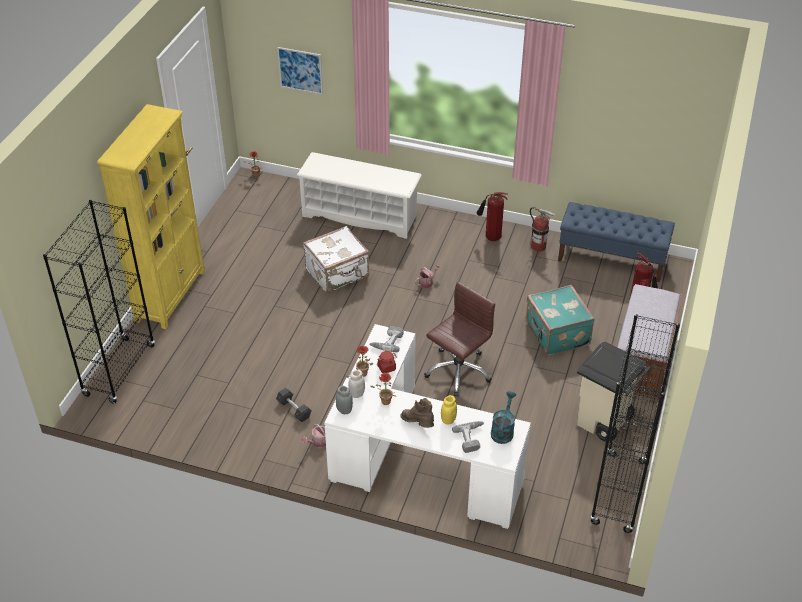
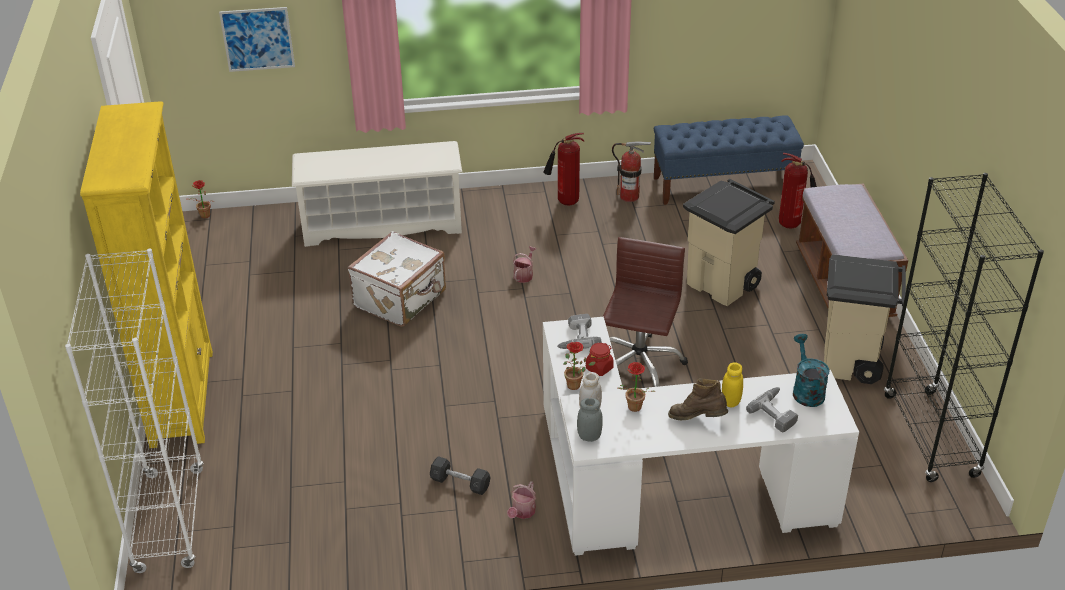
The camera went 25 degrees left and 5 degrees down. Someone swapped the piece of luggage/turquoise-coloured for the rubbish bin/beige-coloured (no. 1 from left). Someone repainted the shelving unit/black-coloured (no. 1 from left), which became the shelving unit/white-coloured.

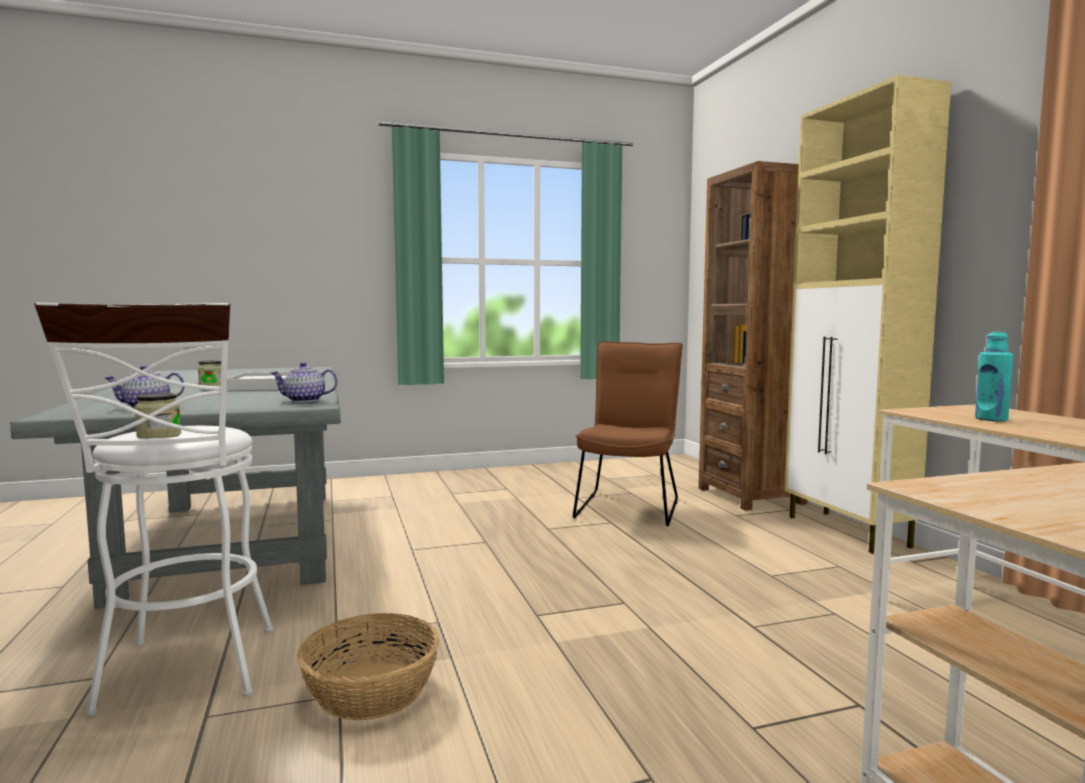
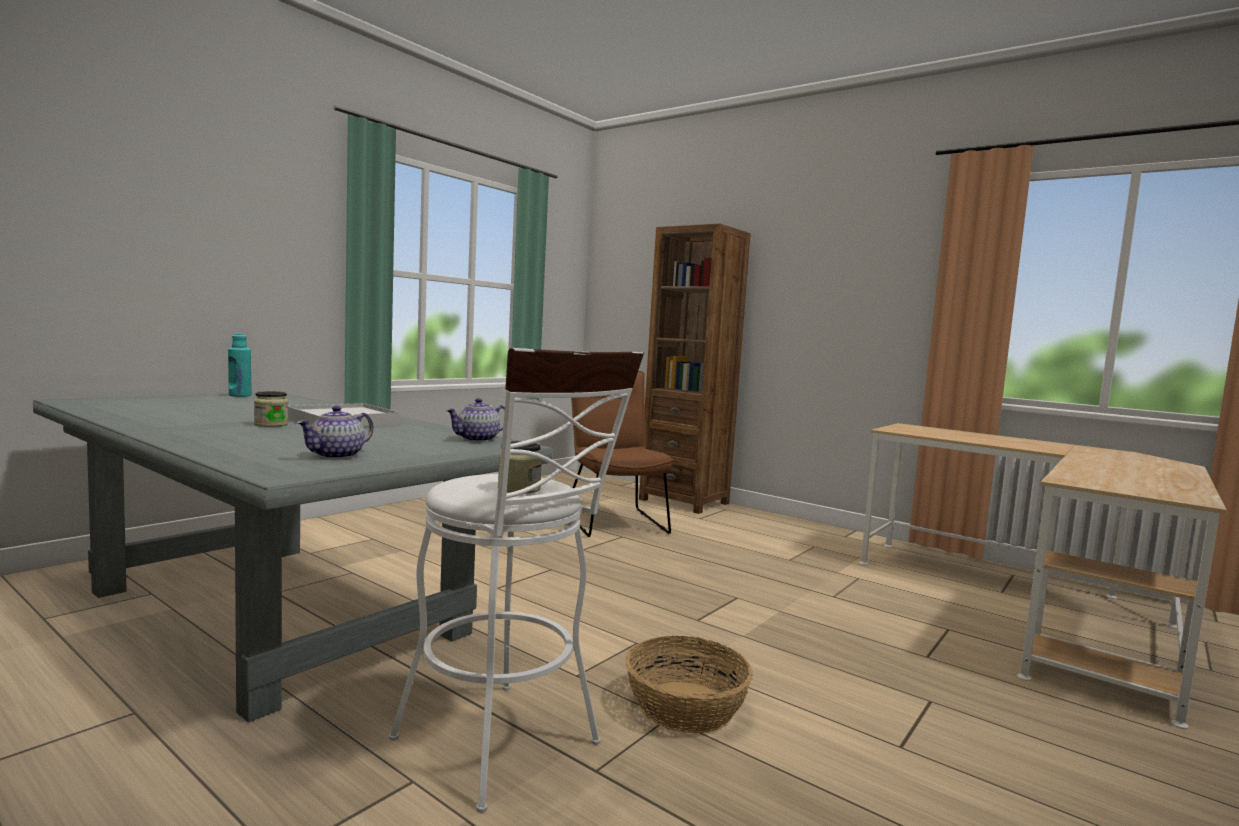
The camera went 35 degrees left and 0 degrees up. Someone took away the cupboard/beige-coloured. Someone carried the drink bottle/turquoise-coloured.

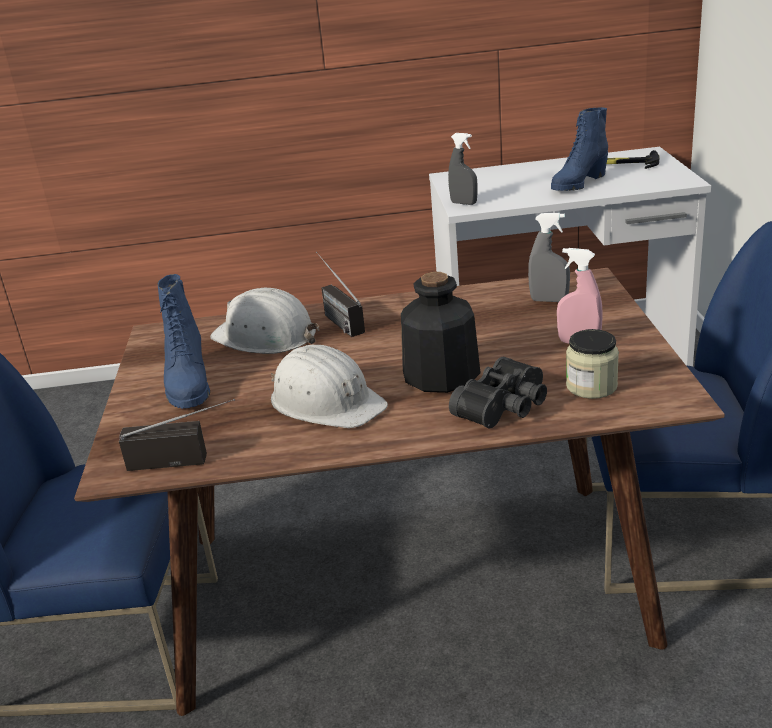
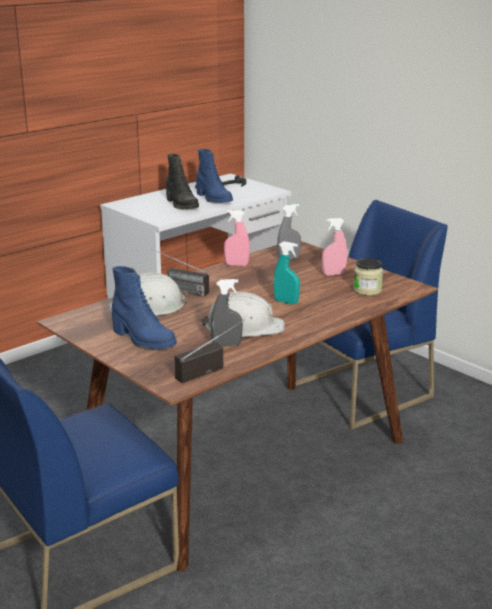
The camera went 40 degrees left and 5 degrees down. Someone took away the field glasses/black-coloured. Someone put down the boot/black-coloured. Someone put down the spray bottle/pinkish (no. 1 from left). Someone carried the spray bottle/grey (no. 1 from left). Someone swapped the drink bottle for the spray bottle/turquoise-coloured. Someone rotated the boot/bluish (no. 2 from left) by 45 degrees counterclockwise.

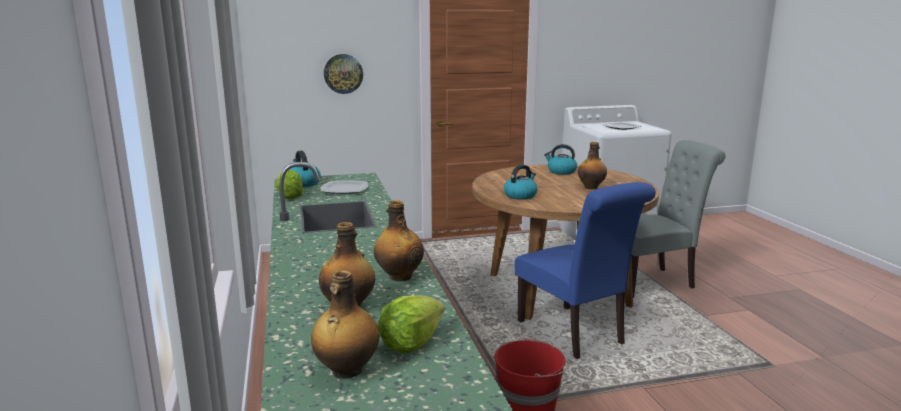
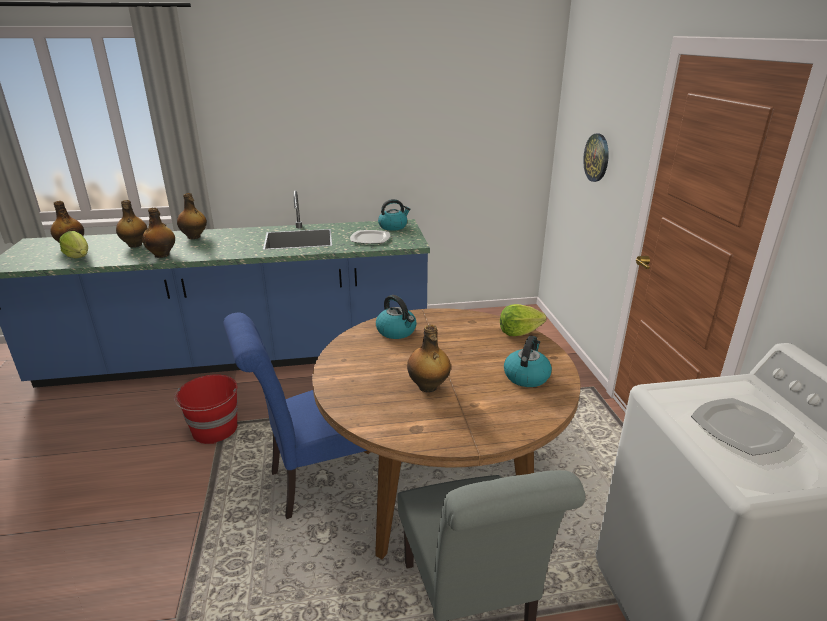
The camera went 95 degrees right and 10 degrees up. Someone put down the drink bottle (no. 4 from left). Someone carried the lettuce (no. 1 from left in the first image).

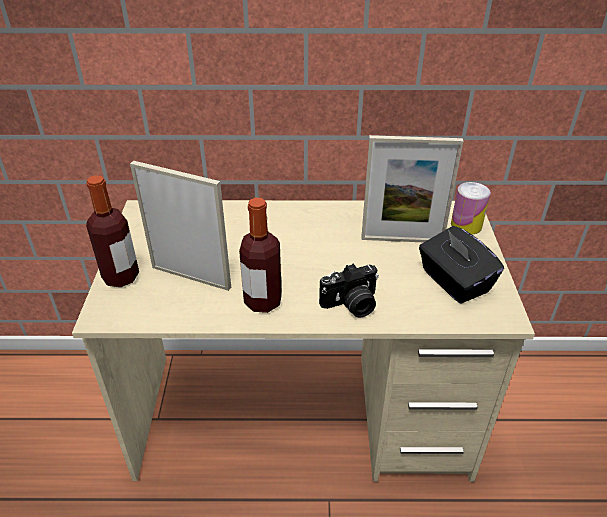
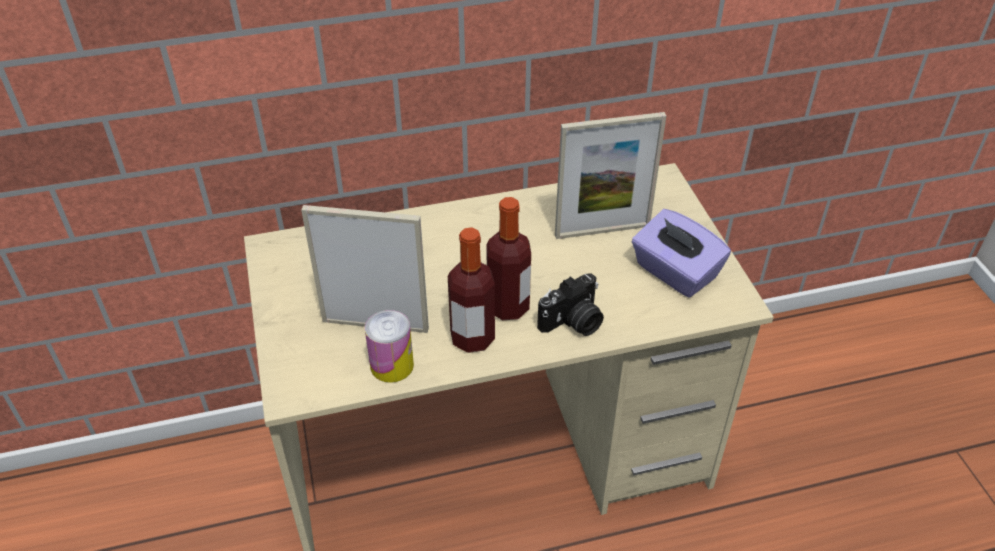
The camera went 15 degrees left and 5 degrees up. Someone carried the drink bottle (no. 1 from left in the first image). Someone carried the can. Someone repainted the tissue box/black-coloured, which became the tissue box/purple.

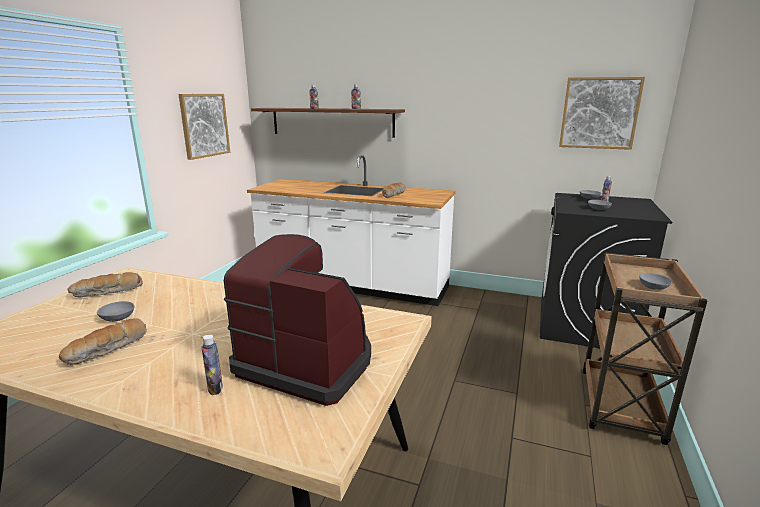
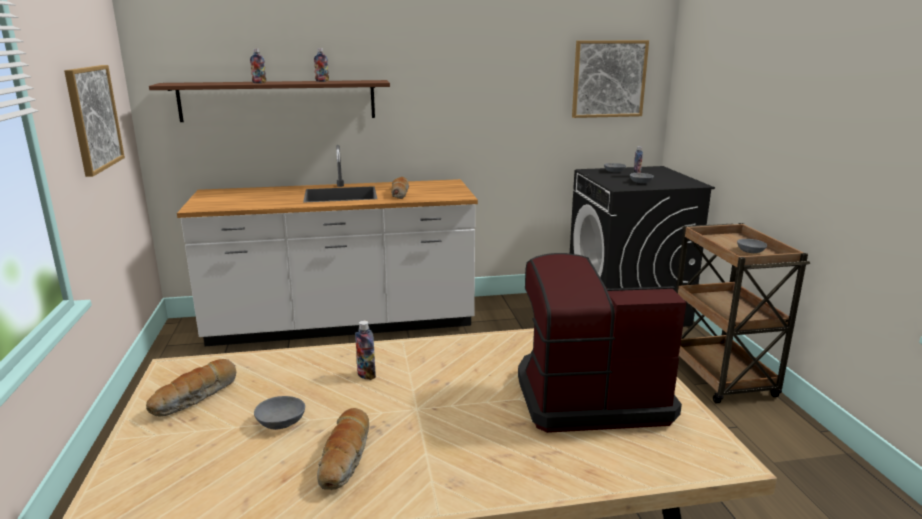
The camera went 30 degrees left and 0 degrees up. Someone carried the drink bottle (no. 1 from left in the first image).

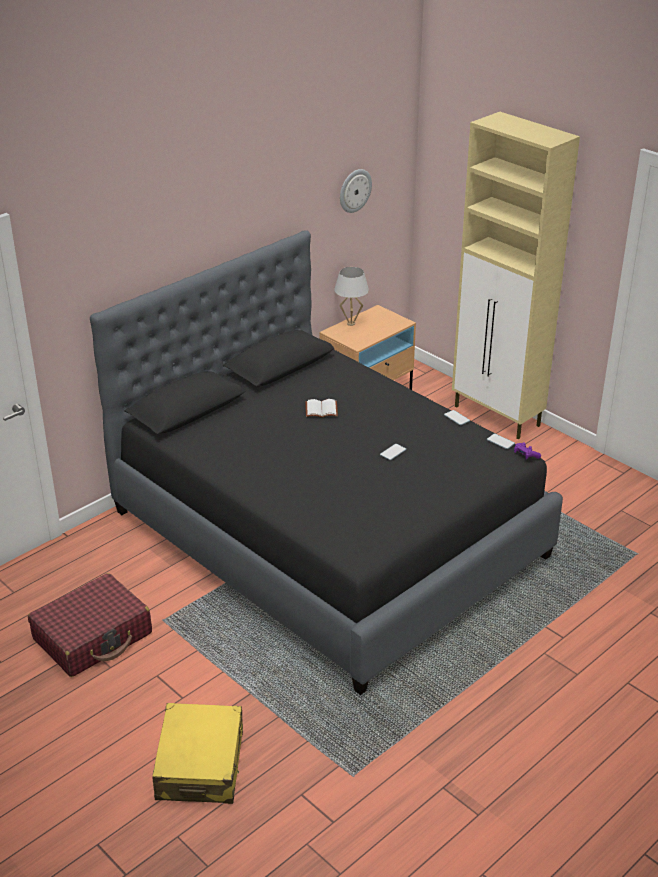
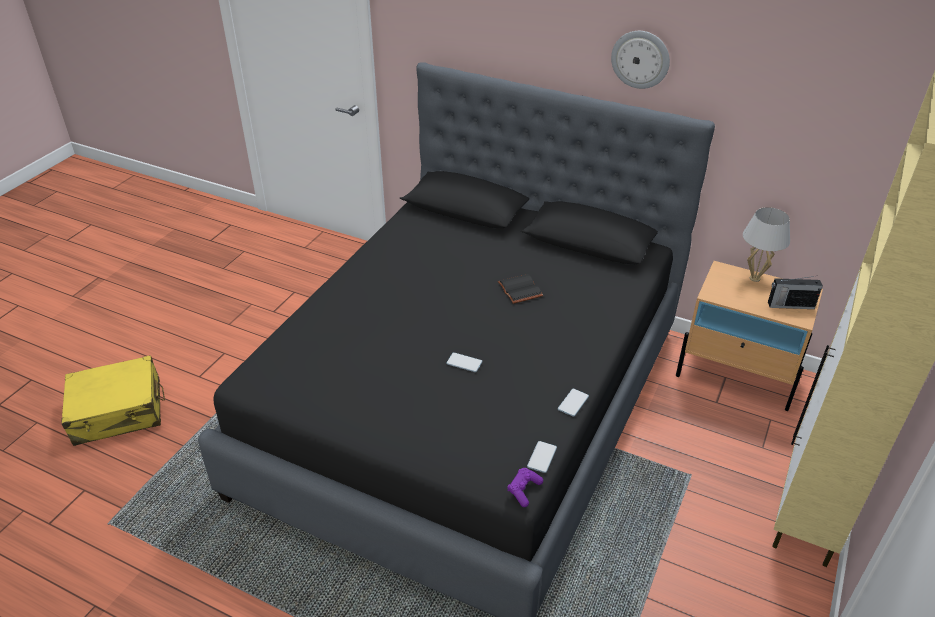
The camera went 70 degrees right and 5 degrees up. Someone took away the piece of luggage/reddish. Someone put down the radio set. Someone carried the wall clock. Someone repainted the volume/white-coloured, which became the volume/black-coloured.

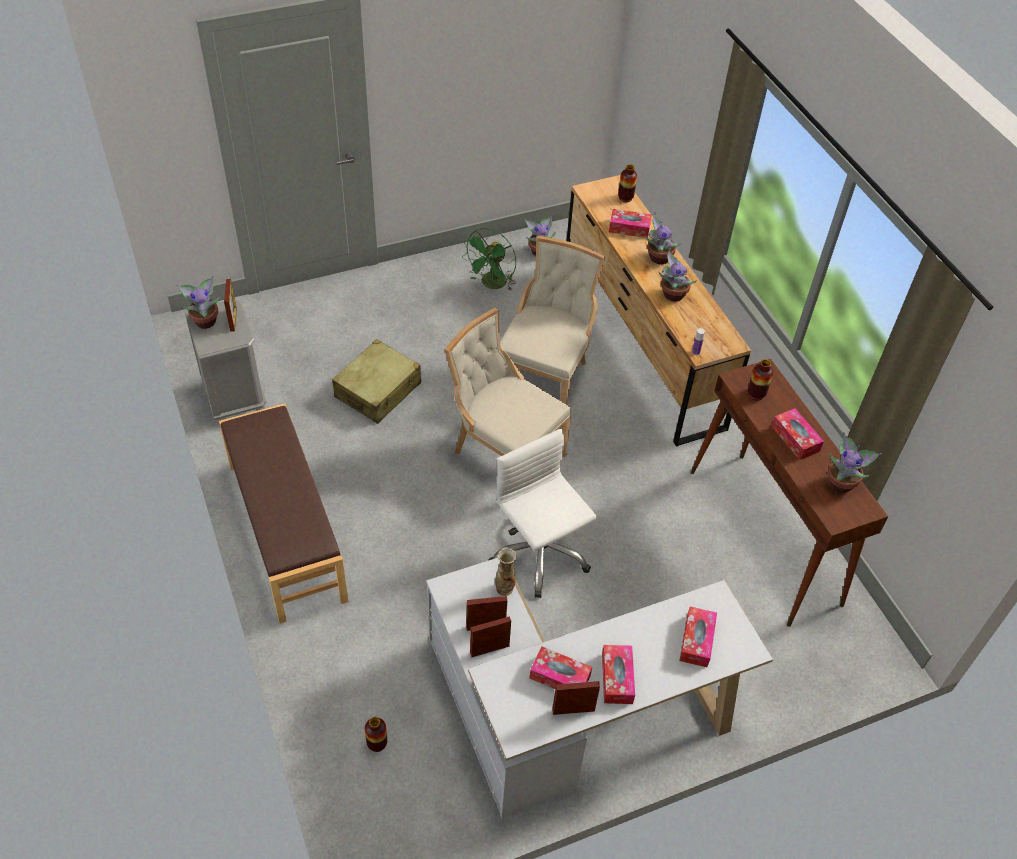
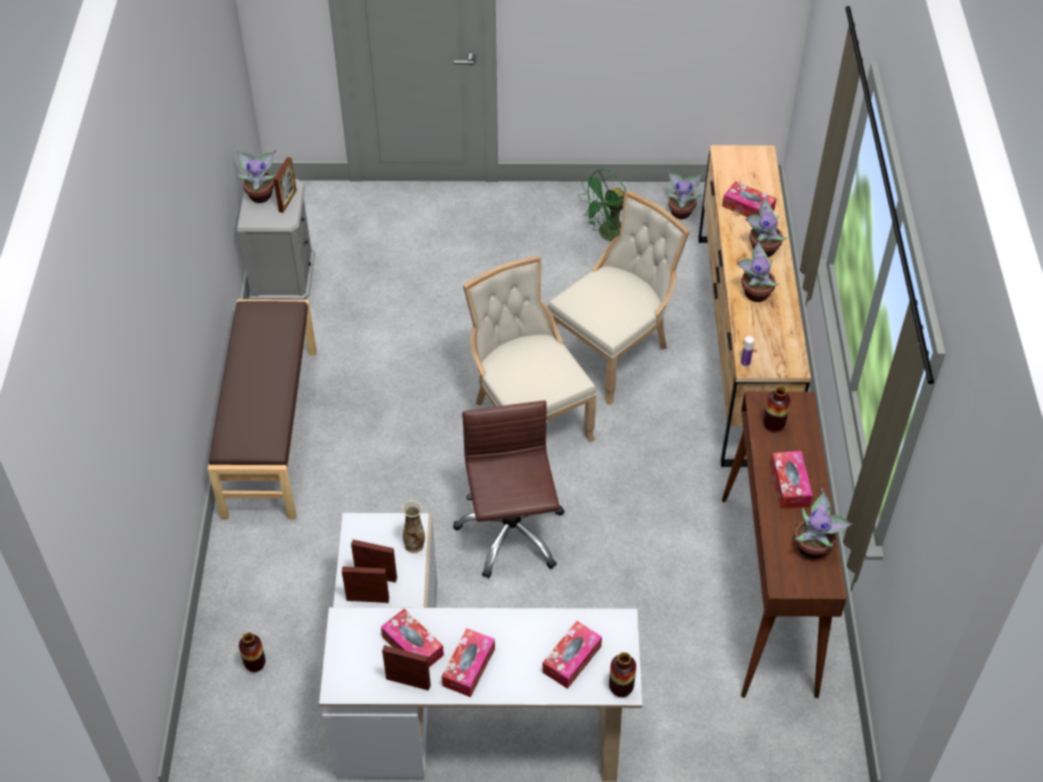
The camera went 25 degrees right and 0 degrees up. Someone took away the piece of luggage/beige-coloured. Someone carried the flower vase (no. 3 from left). Someone repainted the computer chair/white-coloured, which became the computer chair/brown.

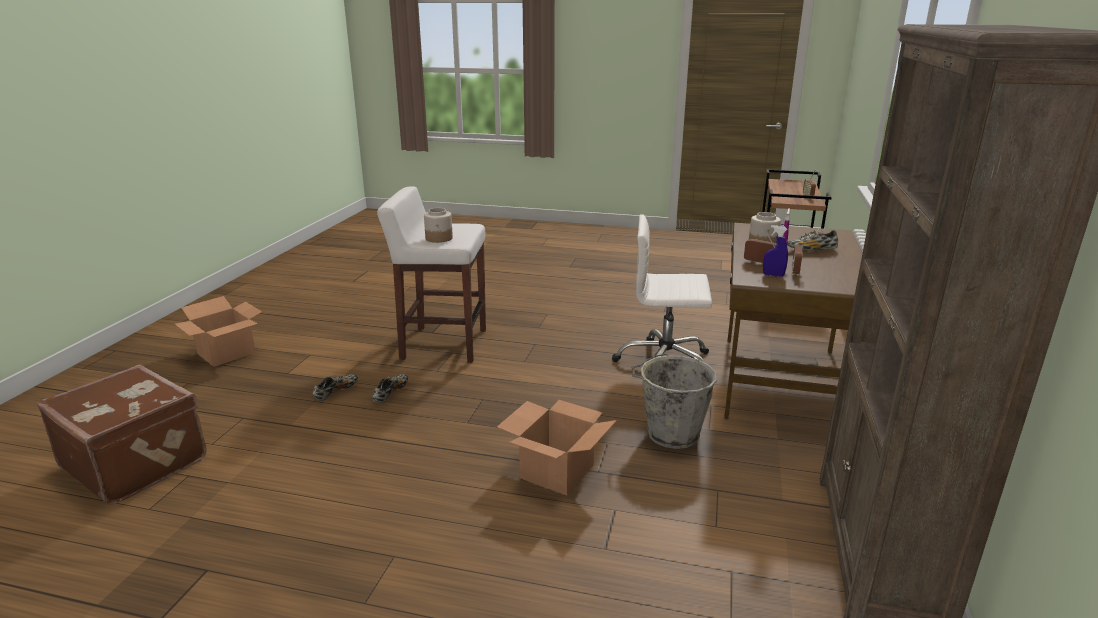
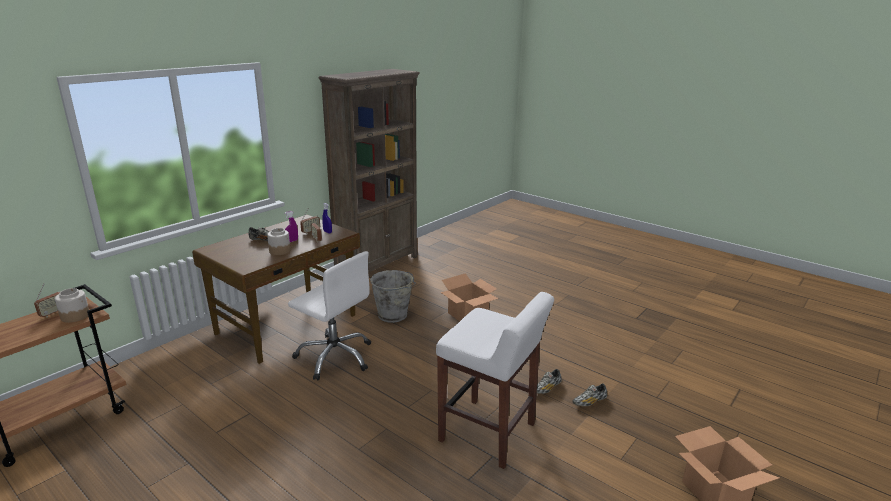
The camera went 155 degrees left and 0 degrees up. Someone took away the piece of luggage/brown. Someone carried the storage jar (no. 1 from left).

